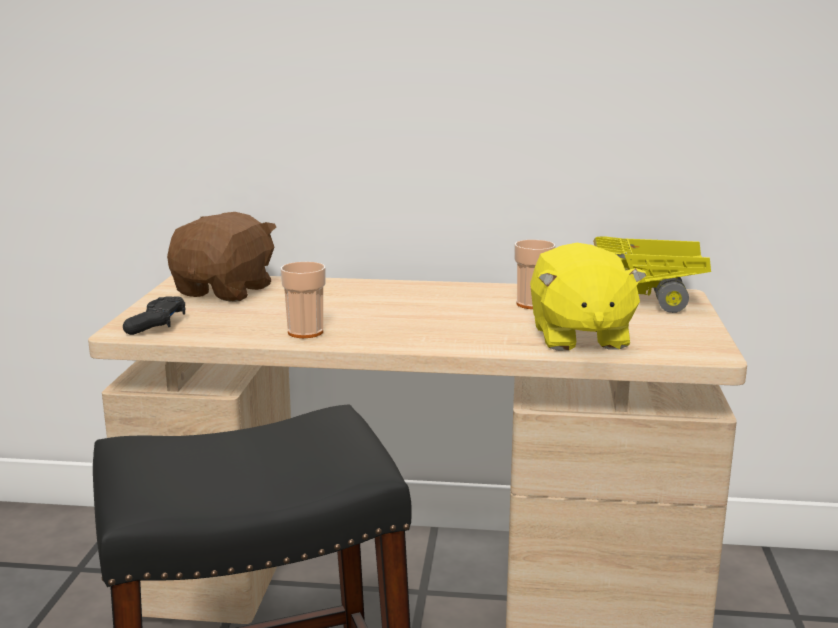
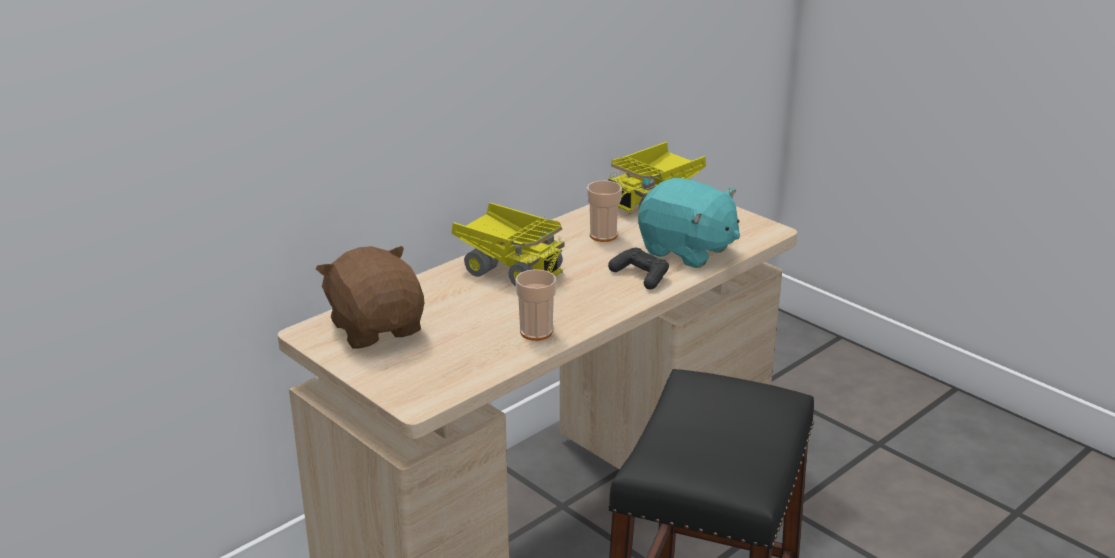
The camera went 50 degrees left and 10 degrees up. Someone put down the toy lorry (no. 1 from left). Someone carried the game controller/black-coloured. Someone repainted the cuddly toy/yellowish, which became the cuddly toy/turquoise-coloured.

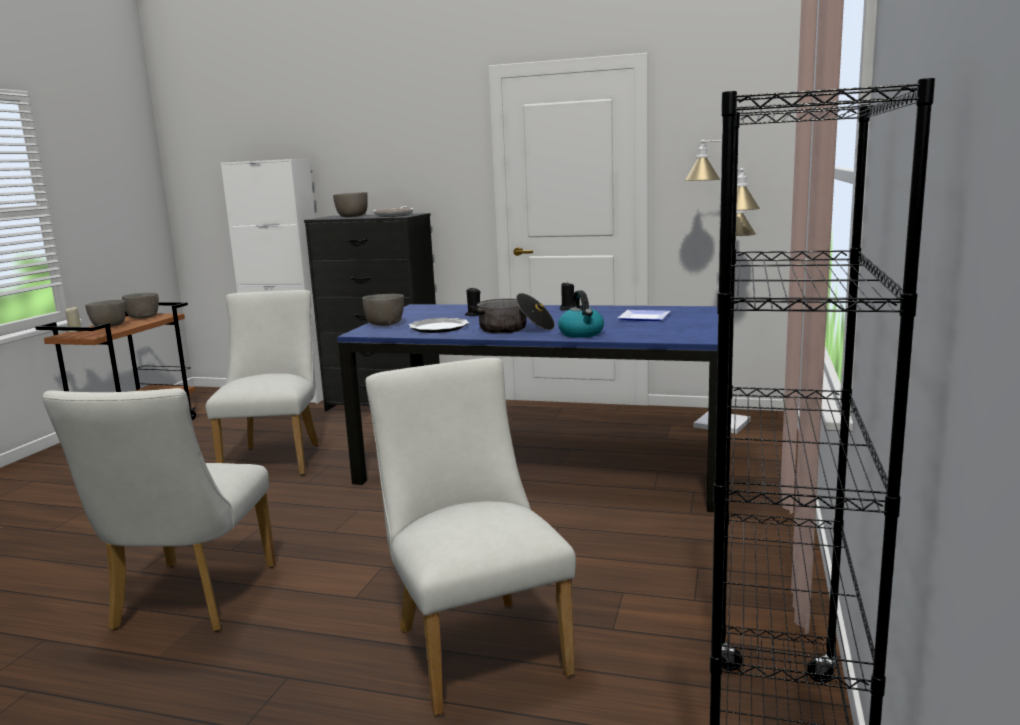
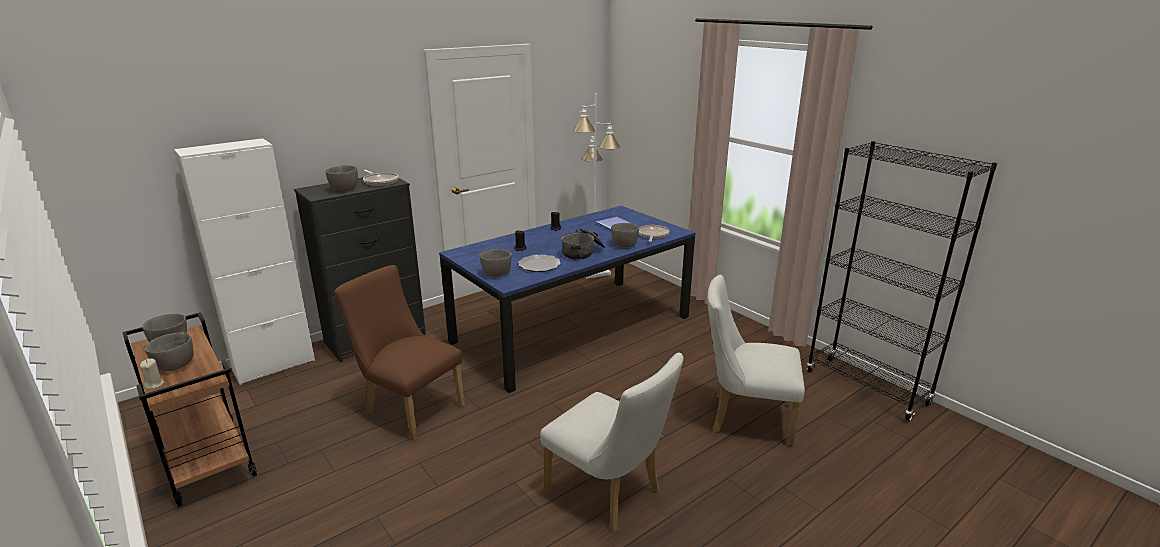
The camera went 55 degrees left and 10 degrees up. Someone put down the pan (no. 2 from left). Someone swapped the tea kettle for the bowl/grey (no. 5 from left). Someone repainted the chair/white-coloured (no. 2 from left), which became the chair/brown.

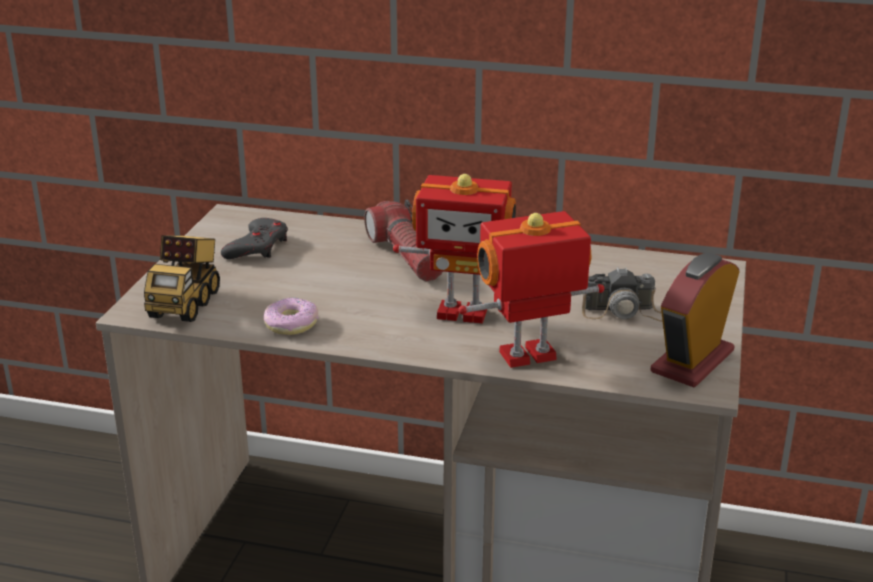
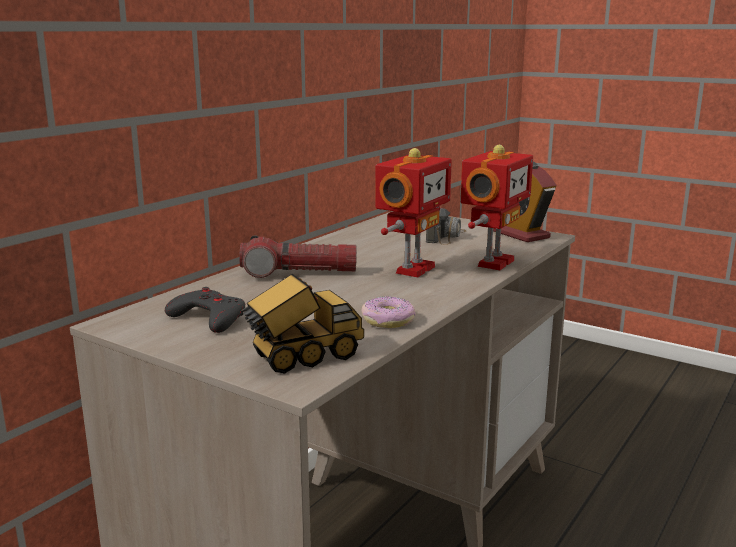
The camera went 70 degrees left and 10 degrees down. Someone rotated the toy lorry by 60 degrees counterclockwise. Someone rotated the model robot (no. 2 from left) by 150 degrees counterclockwise.

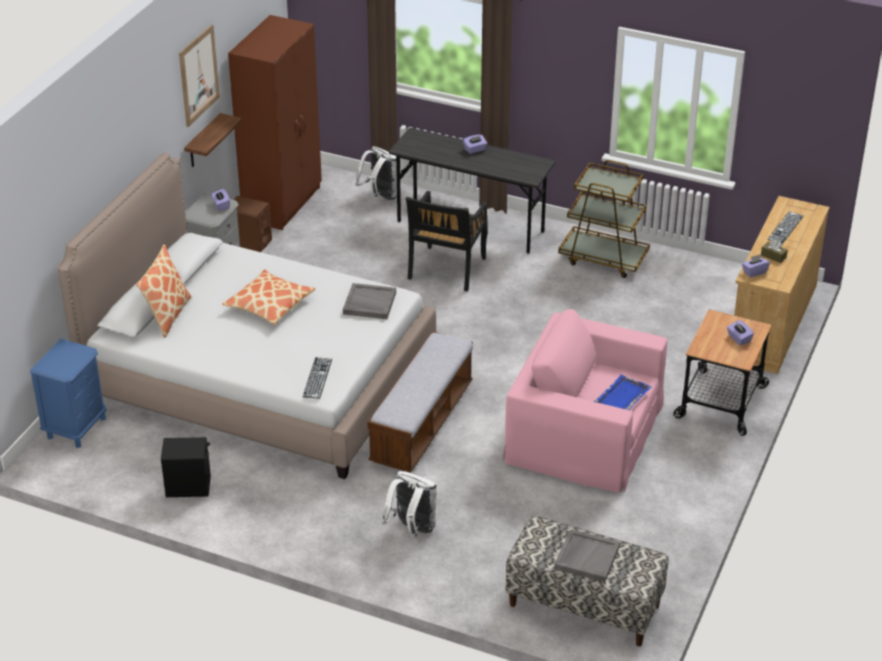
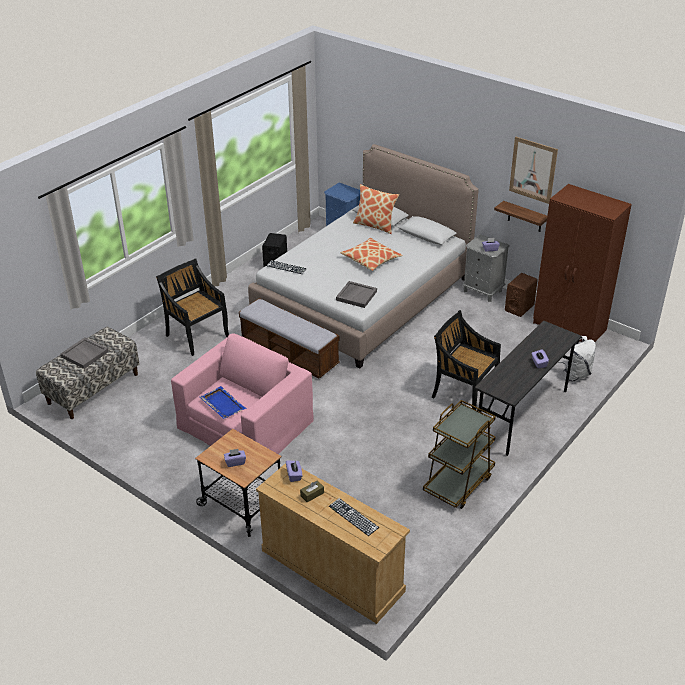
The camera went 105 degrees right and 0 degrees up. Someone swapped the rucksack/white-coloured (no. 2 from left) for the chair/black-coloured (no. 1 from left).

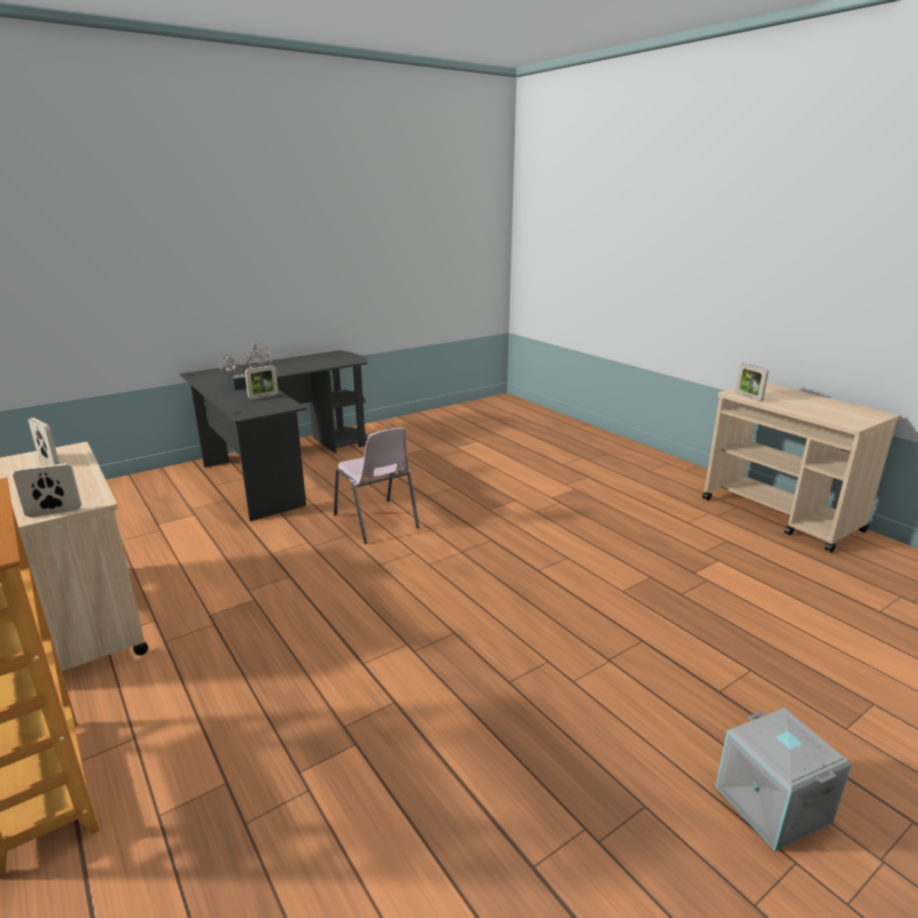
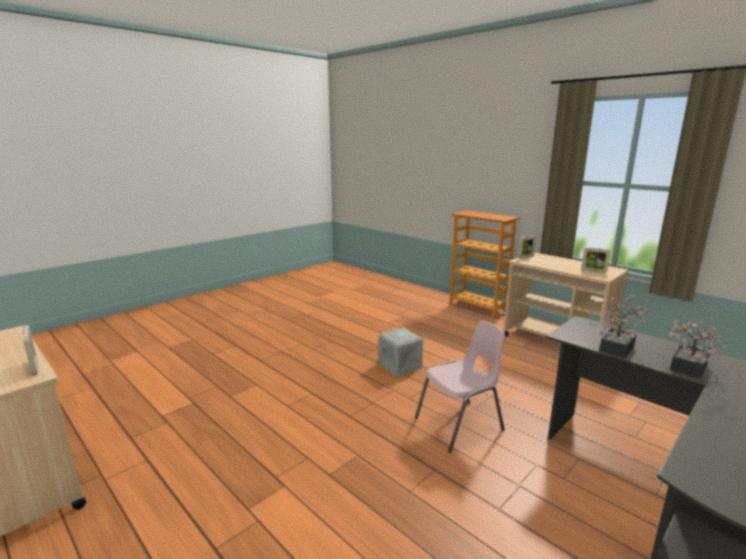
The camera went 170 degrees right and 5 degrees down. Someone carried the storage box/grey. Someone swapped the standing frame (no. 3 from left) for the plant in a pot (no. 1 from left). Someone rotated the chair/pinkish by 105 degrees clockwise.

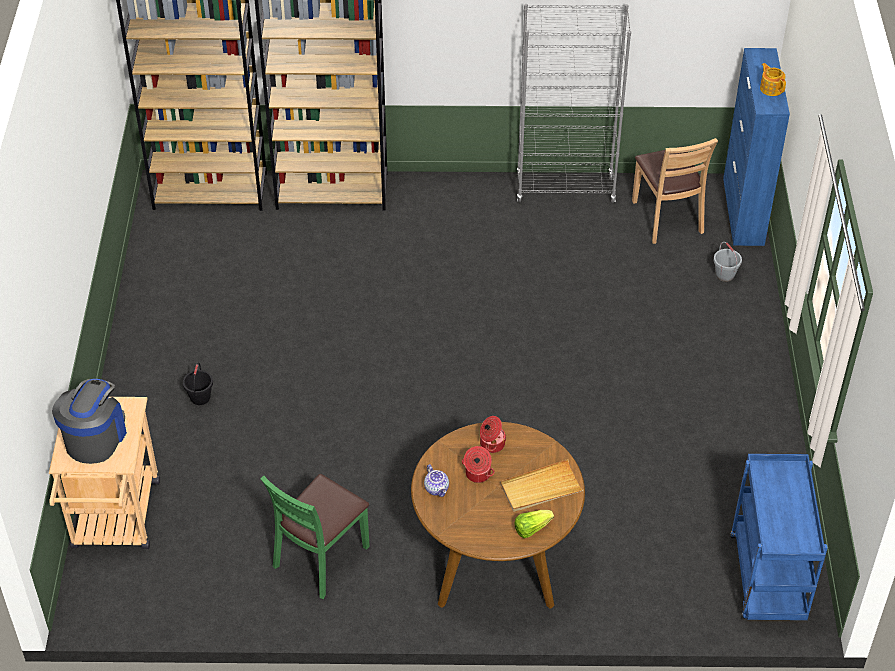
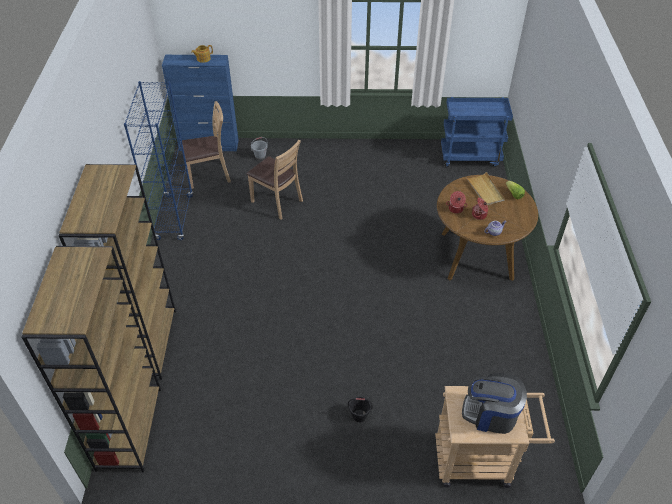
The camera went 90 degrees left and 0 degrees up. Someone took away the chair/greenish. Someone put down the chair/brown (no. 2 from left). Someone repainted the shelving unit/grey, which became the shelving unit/bluish.

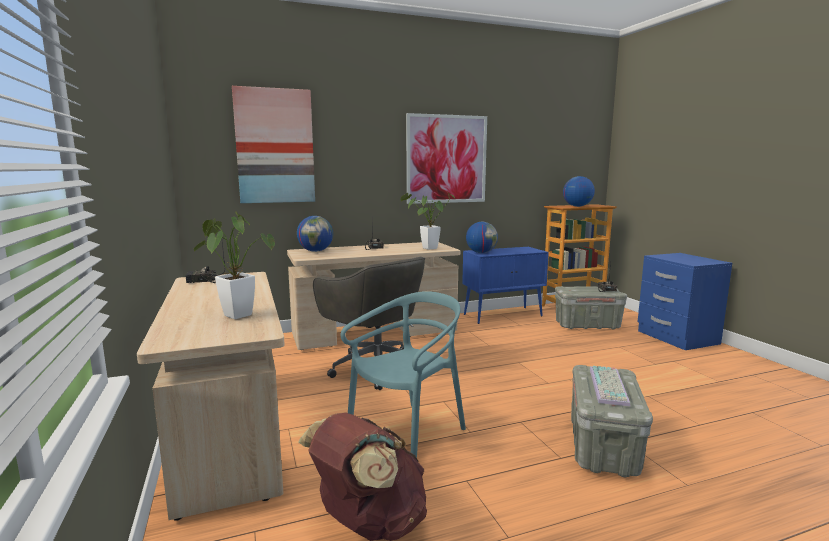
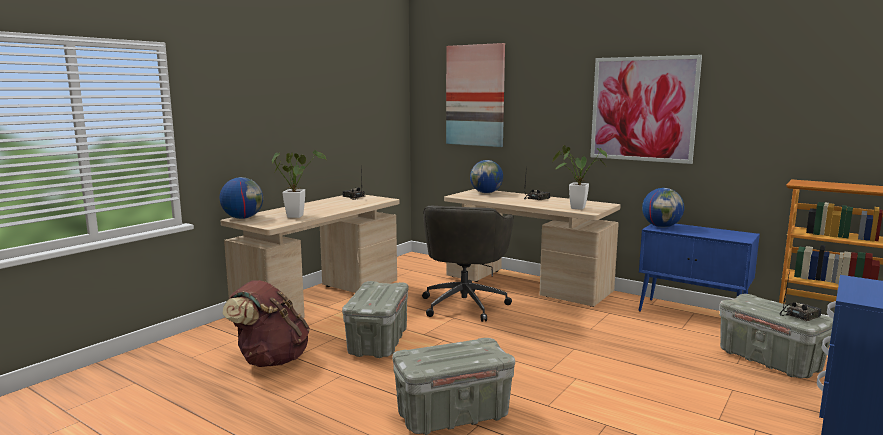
The camera went 55 degrees right and 0 degrees up. Someone took away the PC keyboard. Someone carried the world globe (no. 3 from left in the first image). Someone swapped the chair/turquoise-coloured for the storage box/grey (no. 1 from left).

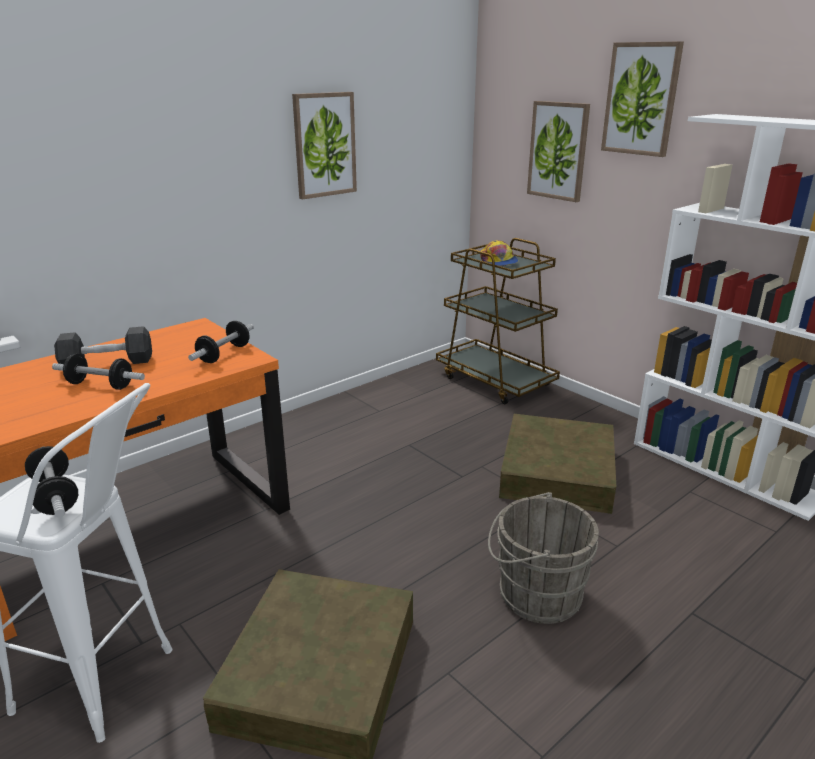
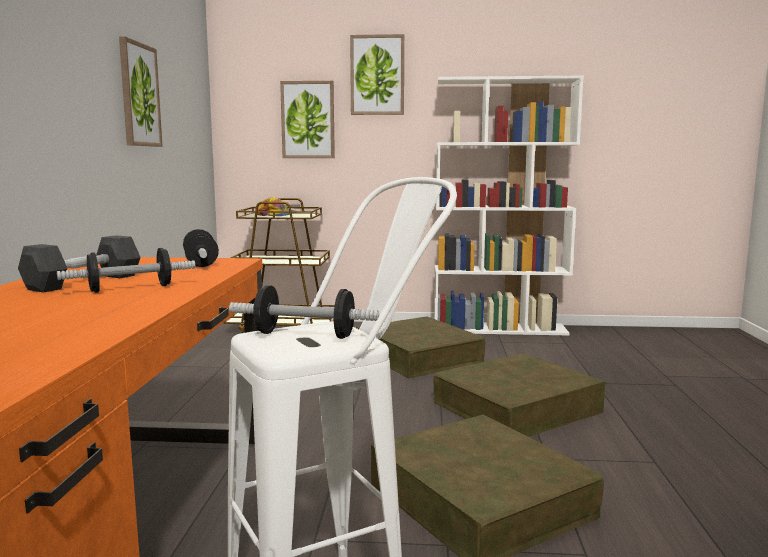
The camera went 45 degrees left and 15 degrees down. Someone swapped the water bucket/grey for the storage box/brown (no. 3 from left).

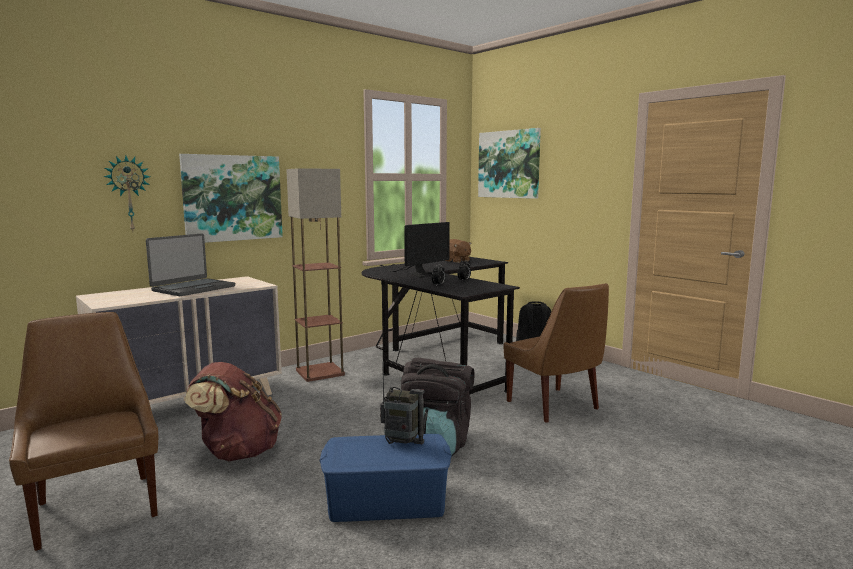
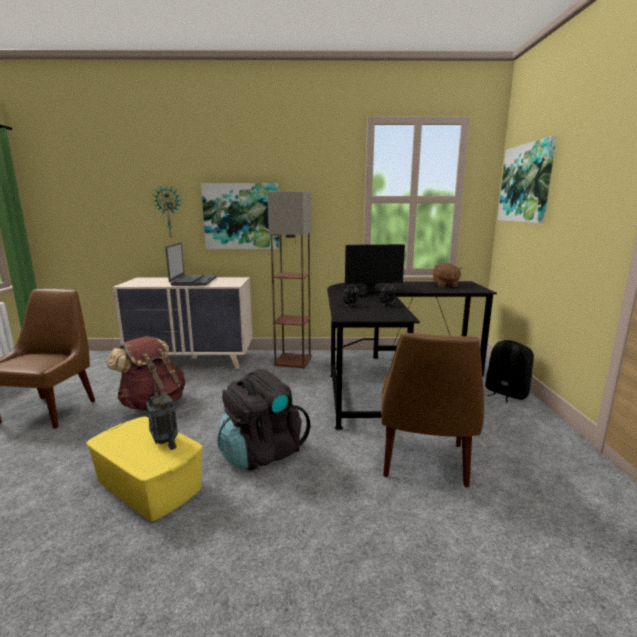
The camera went 40 degrees right and 5 degrees up. Someone repainted the storage box/bluish, which became the storage box/yellowish. Someone rotated the notebook computer by 75 degrees counterclockwise.

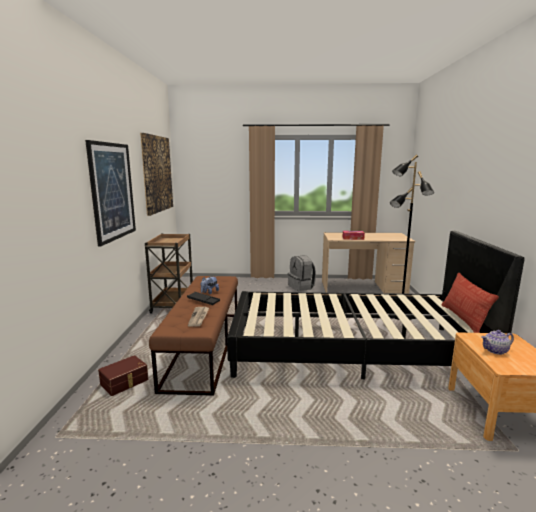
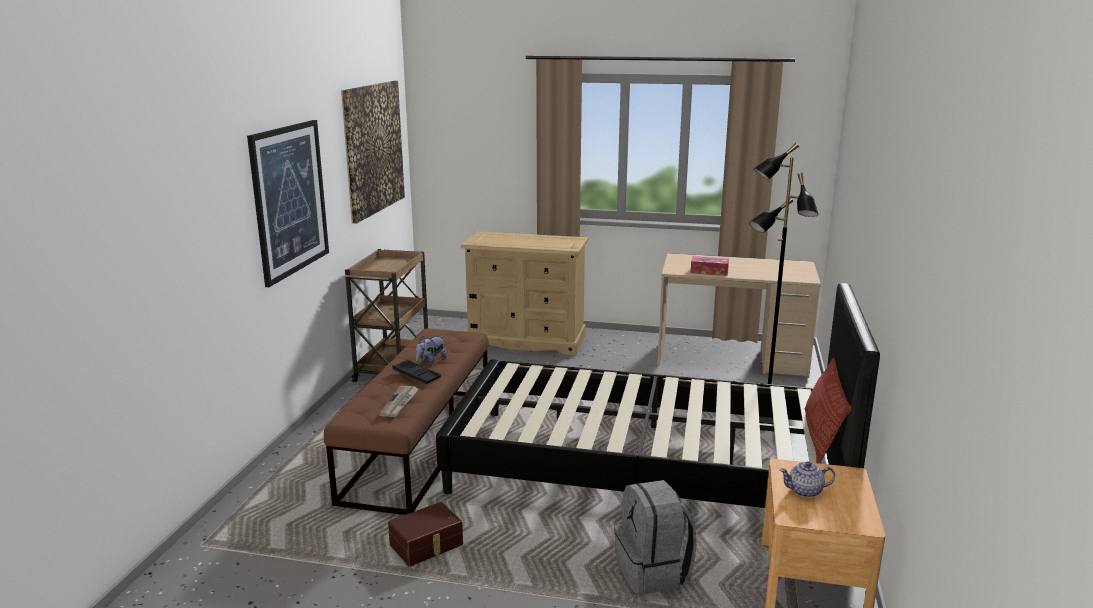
The camera went 10 degrees right and 5 degrees up. Someone put down the chest of drawers/beige-coloured. Someone carried the storage box/brown. Someone carried the rucksack/grey.

